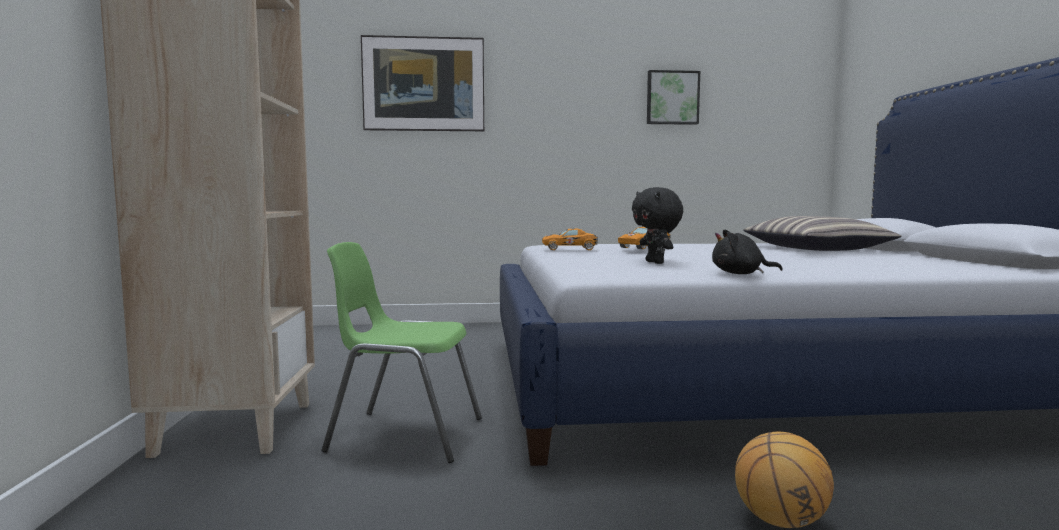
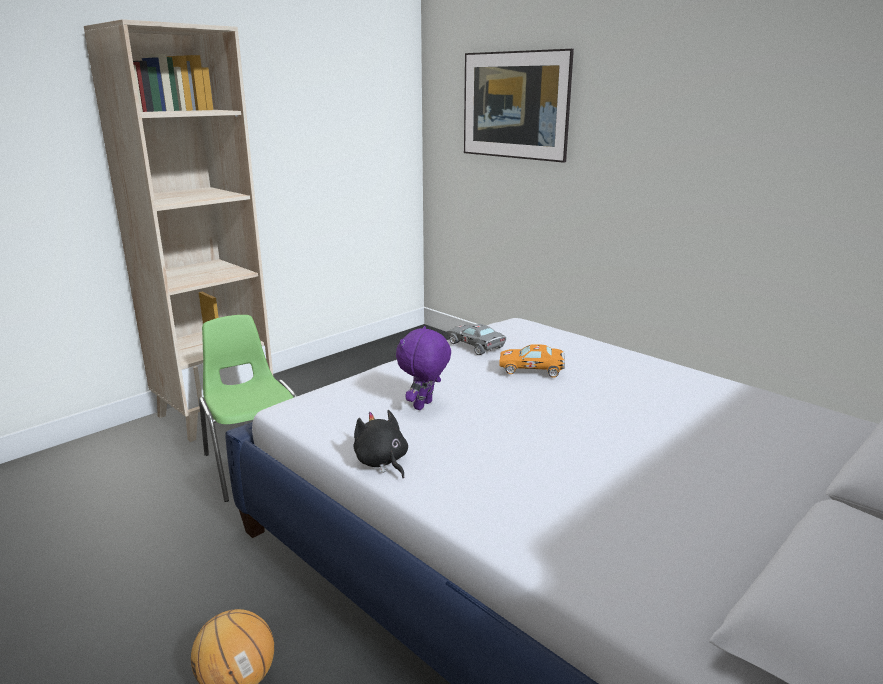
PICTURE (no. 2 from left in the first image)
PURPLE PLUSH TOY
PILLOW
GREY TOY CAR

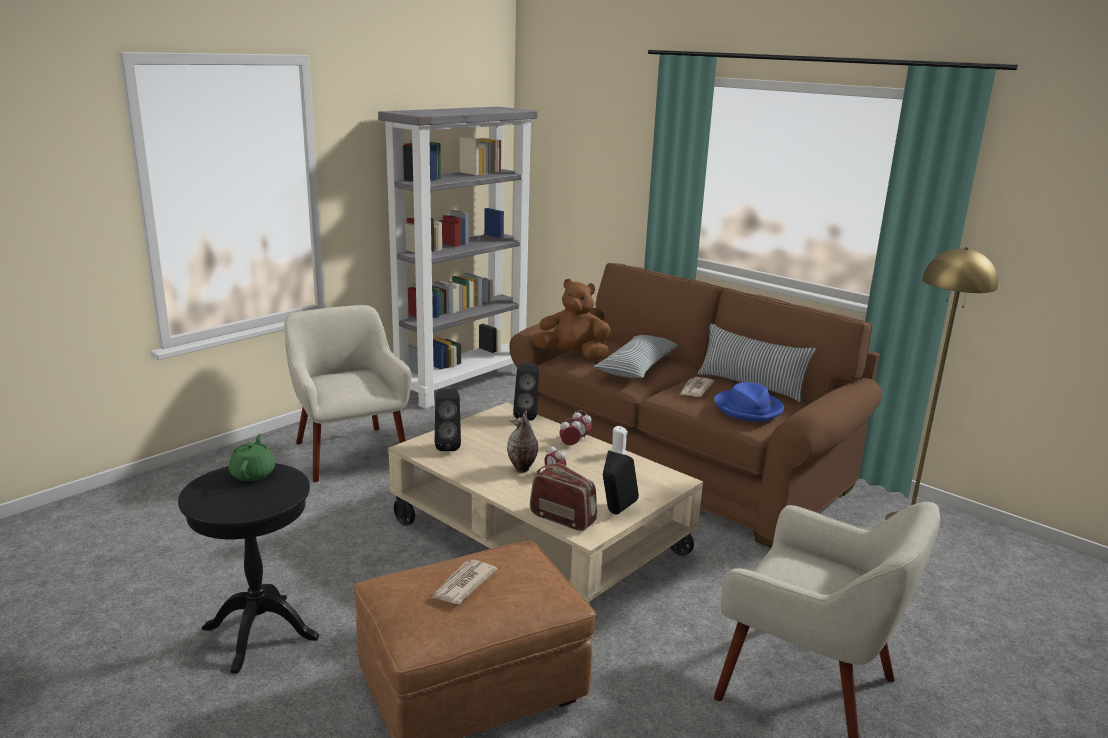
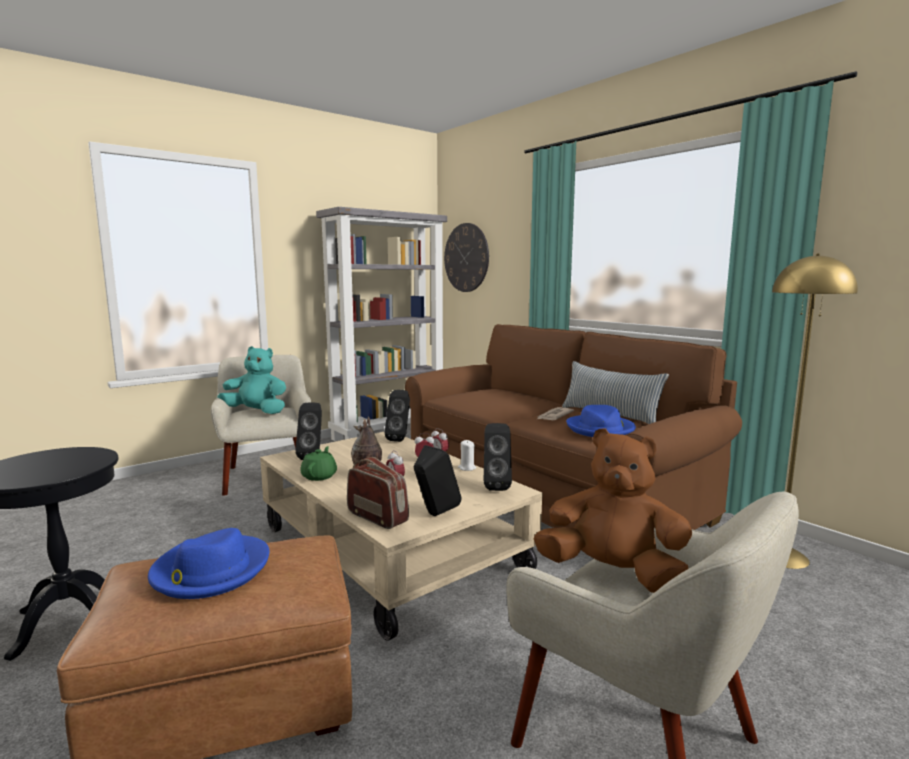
BROWN PLUSH TOY
PILLOW (no. 1 from left in the first image)
GREEN TEAPOT
BLUE HAT (no. 1 from left)
WALL CLOCK
TURQUOISE PLUSH TOY
BLACK SPEAKER (no. 4 from left)

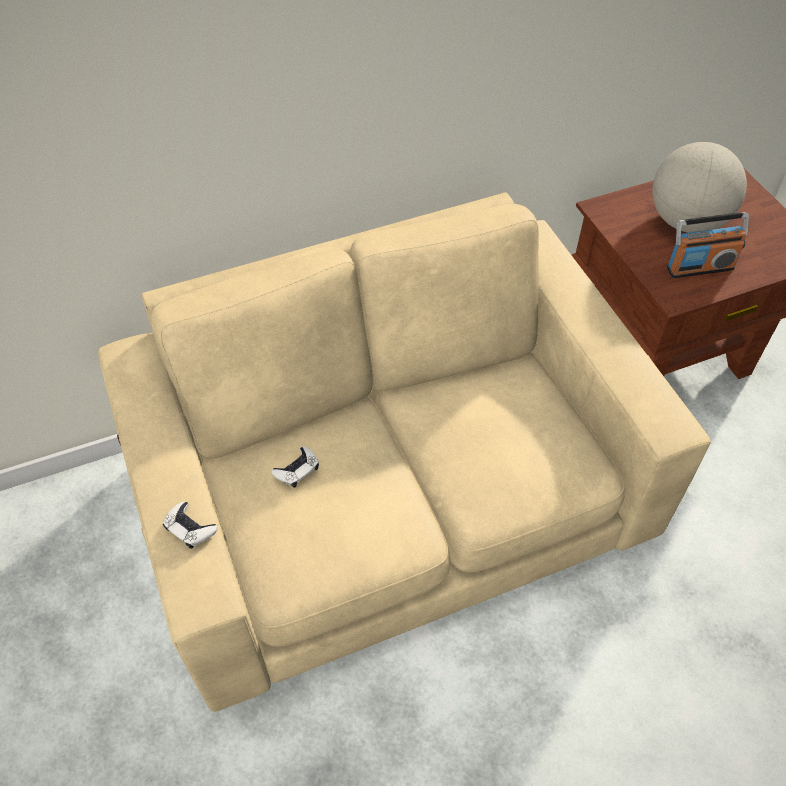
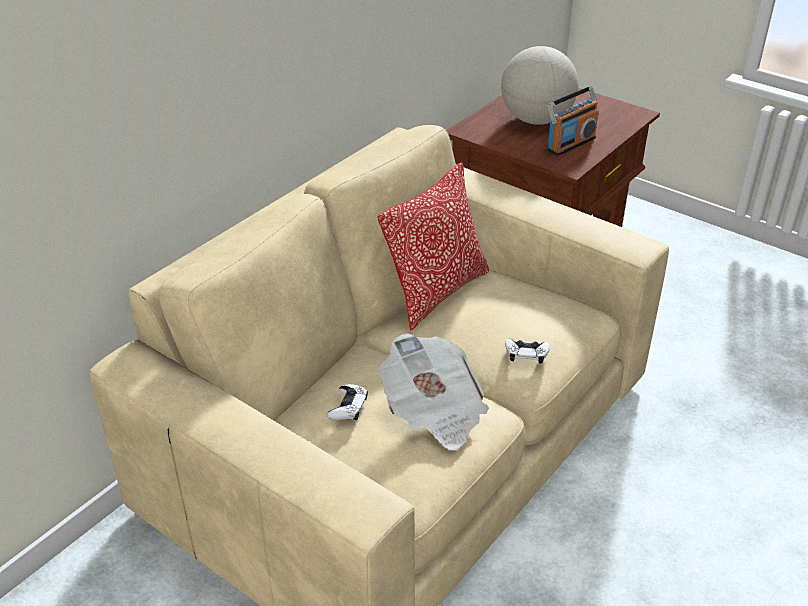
WHITE GAME CONTROLLER (no. 2 from left)
PILLOW
NEWSPAPER

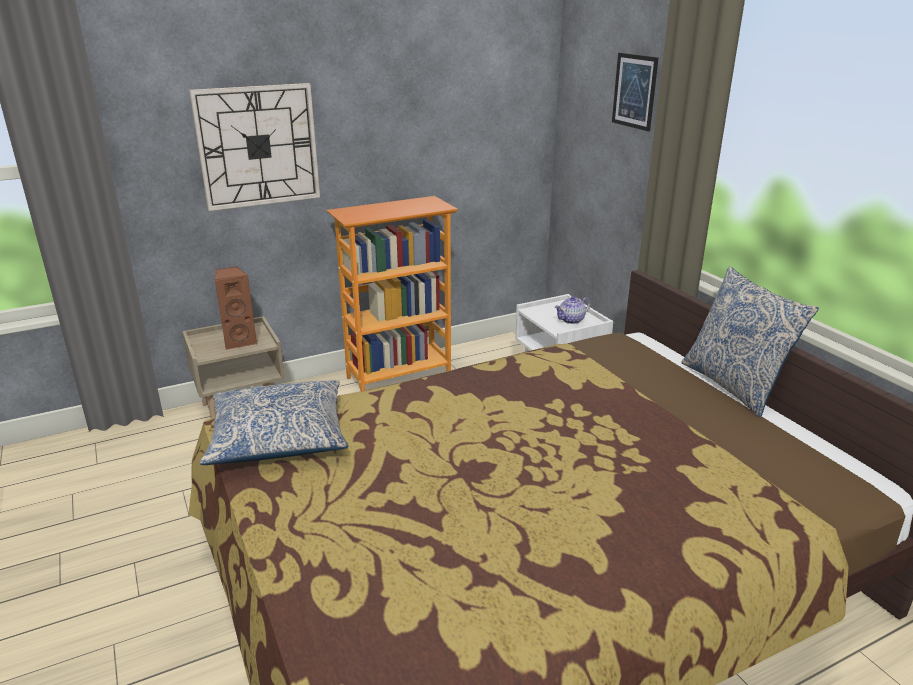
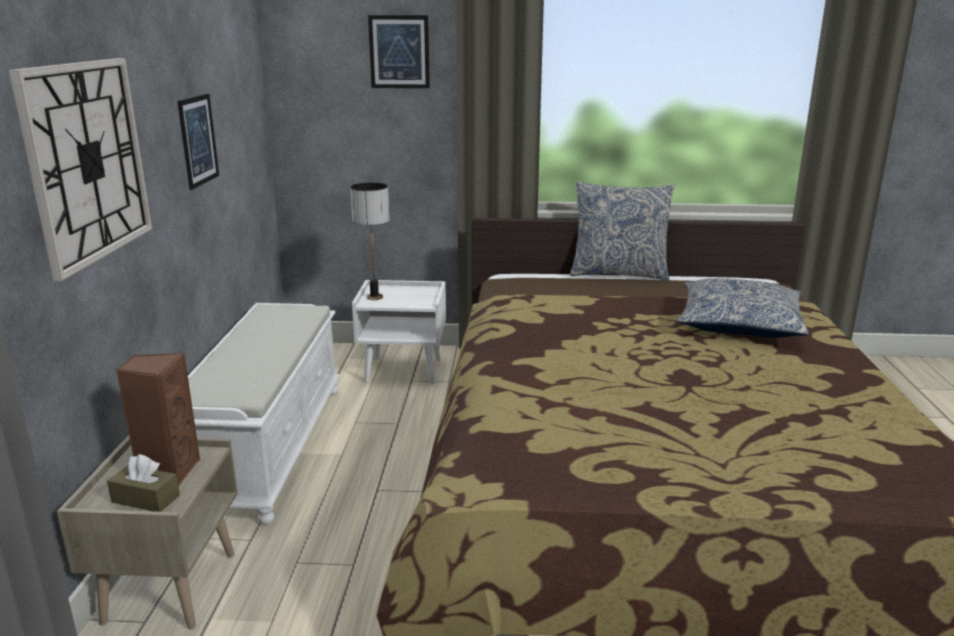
WHITE BENCH
TEAPOT
PILLOW (no. 2 from left)
PICTURE (no. 1 from left)
TABLE LAMP
BROWN TISSUE BOX

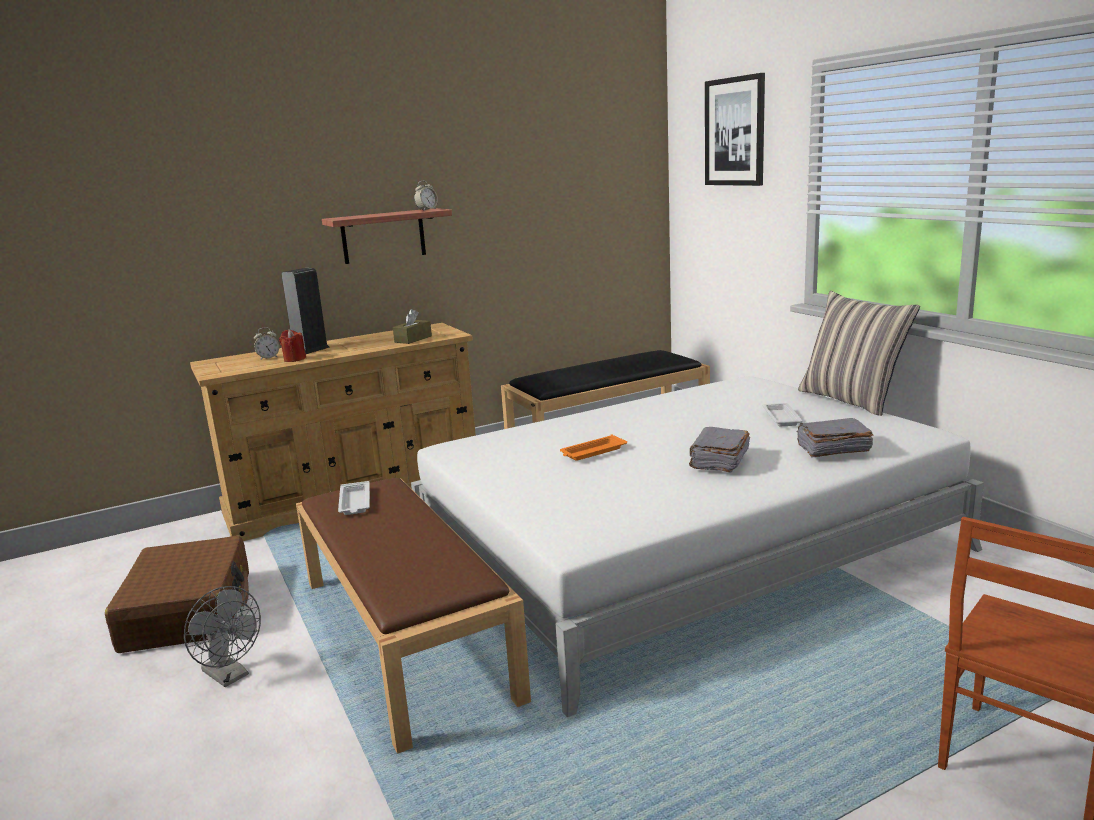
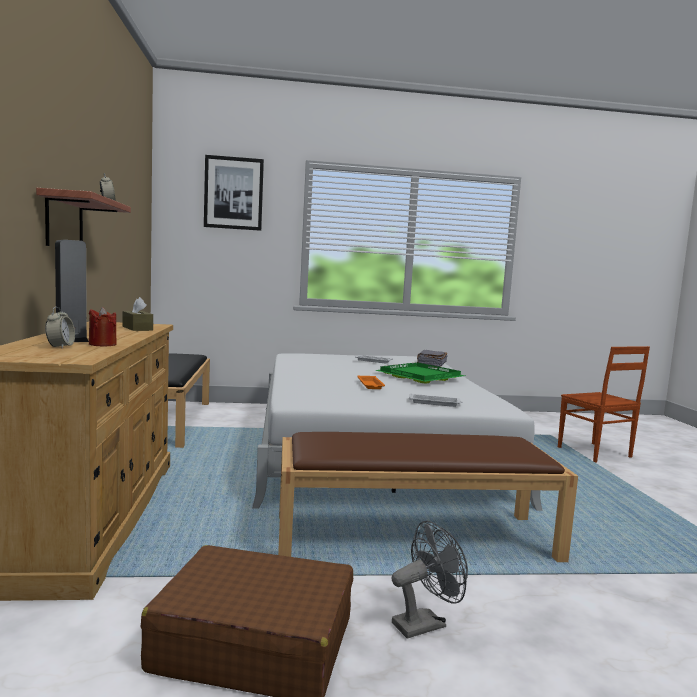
PILLOW
GREEN TRAY
WHITE TRAY (no. 2 from left)

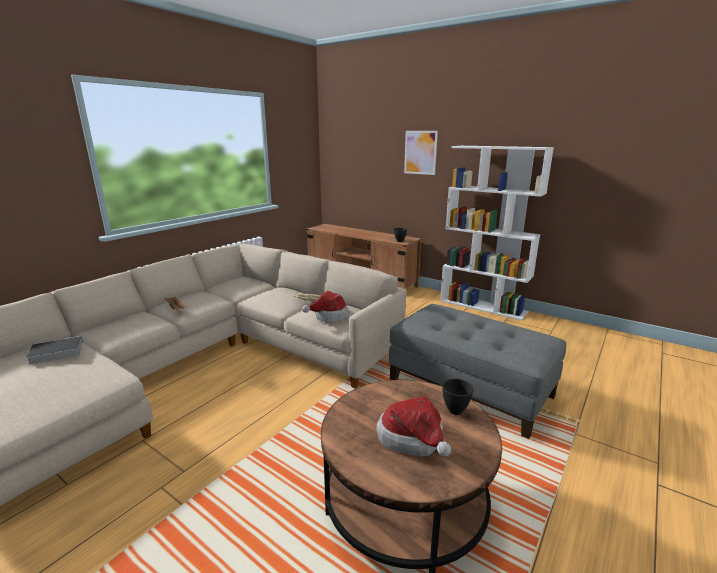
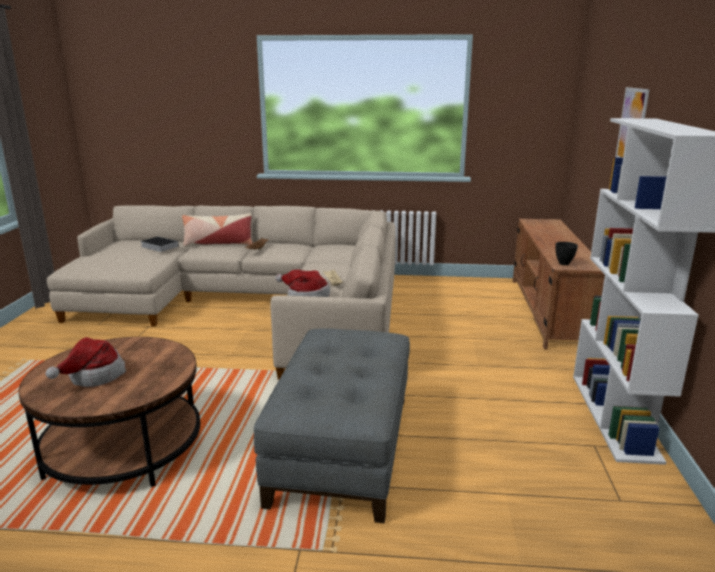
BLACK BOWL (no. 2 from left in the first image)
PILLOW

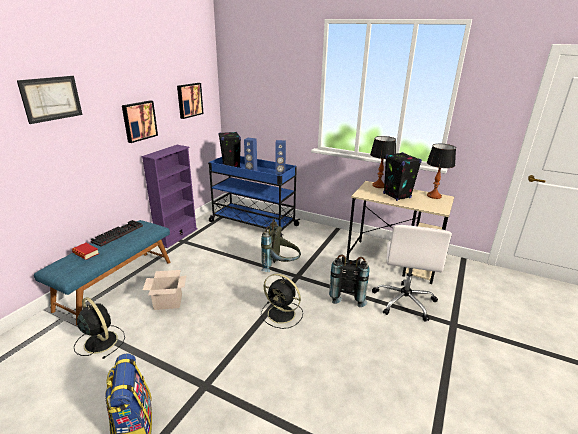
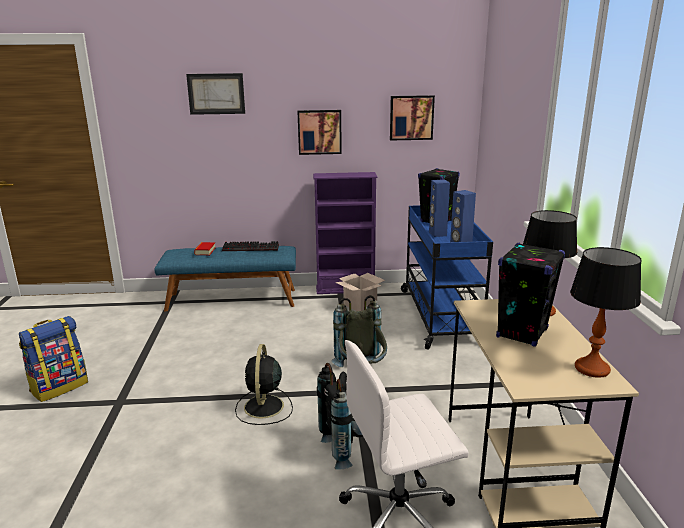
CARDBOARD BOX
BLACK FAN (no. 1 from left in the first image)

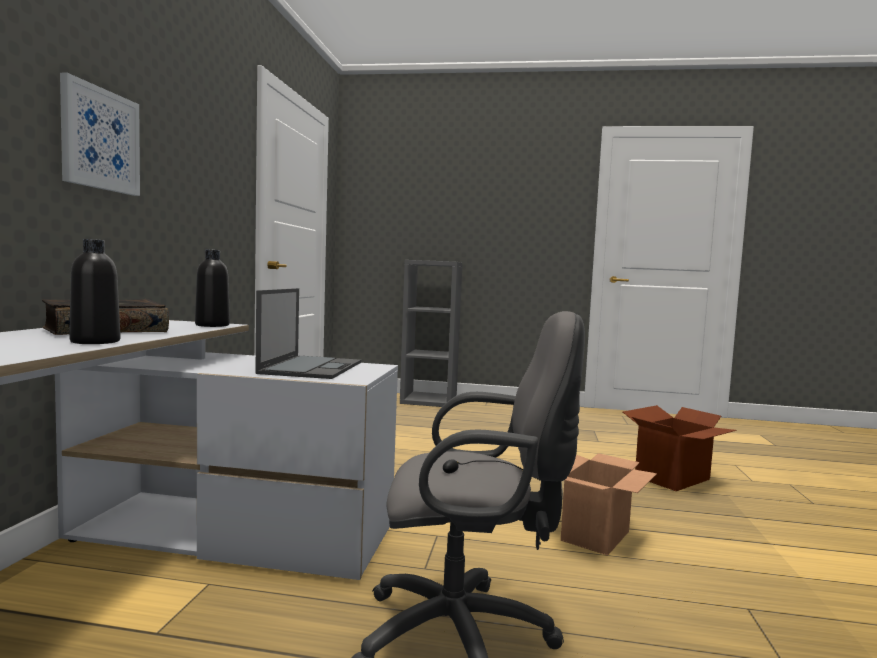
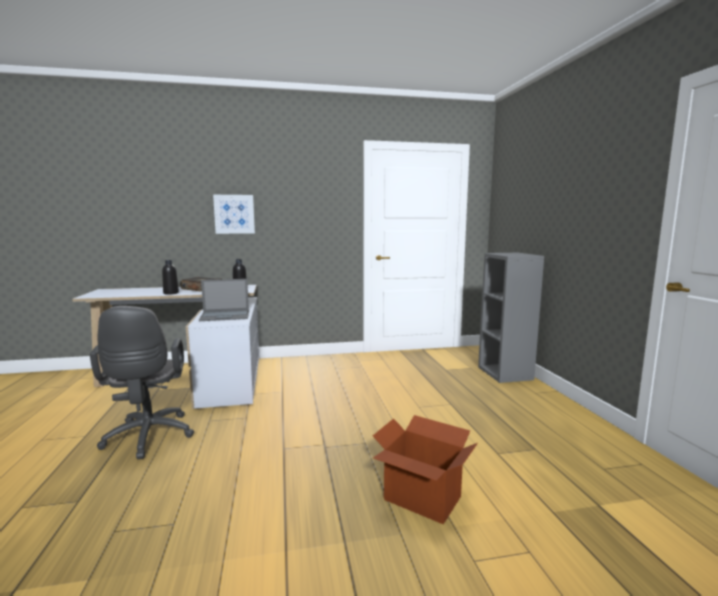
CARDBOARD BOX (no. 1 from left in the first image)

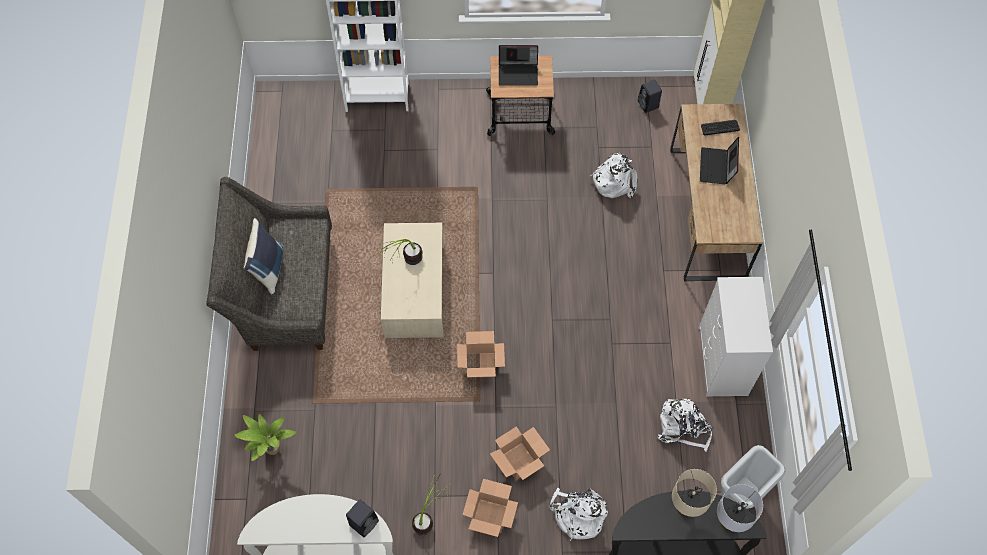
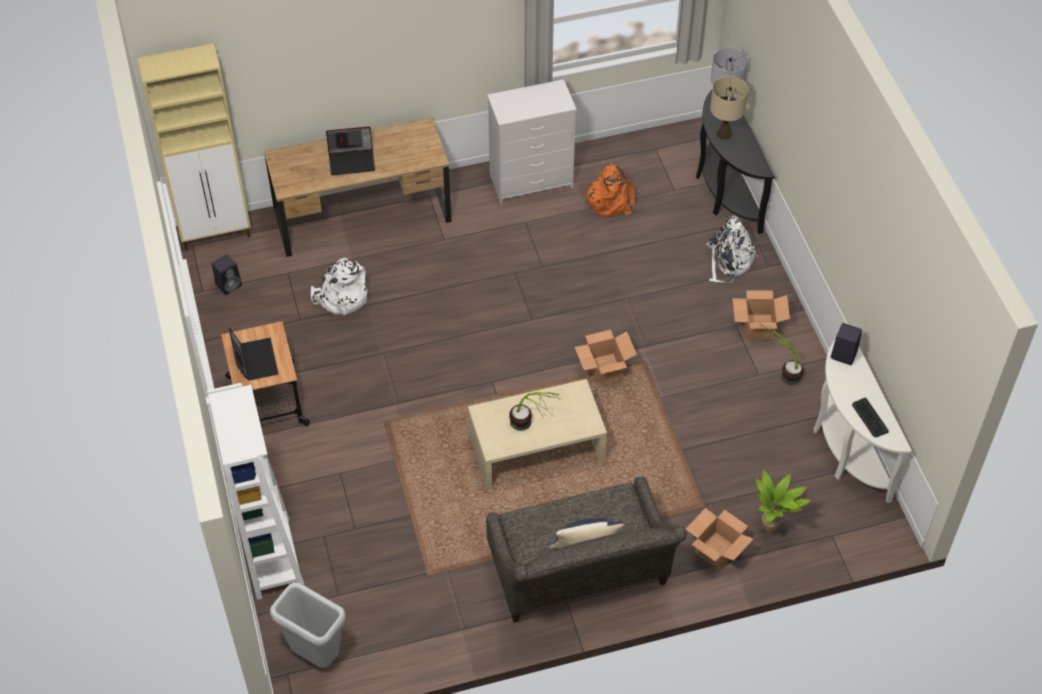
KEYBOARD
ORANGE BACKPACK
CARDBOARD BOX (no. 2 from left)
GREY TRASH CAN

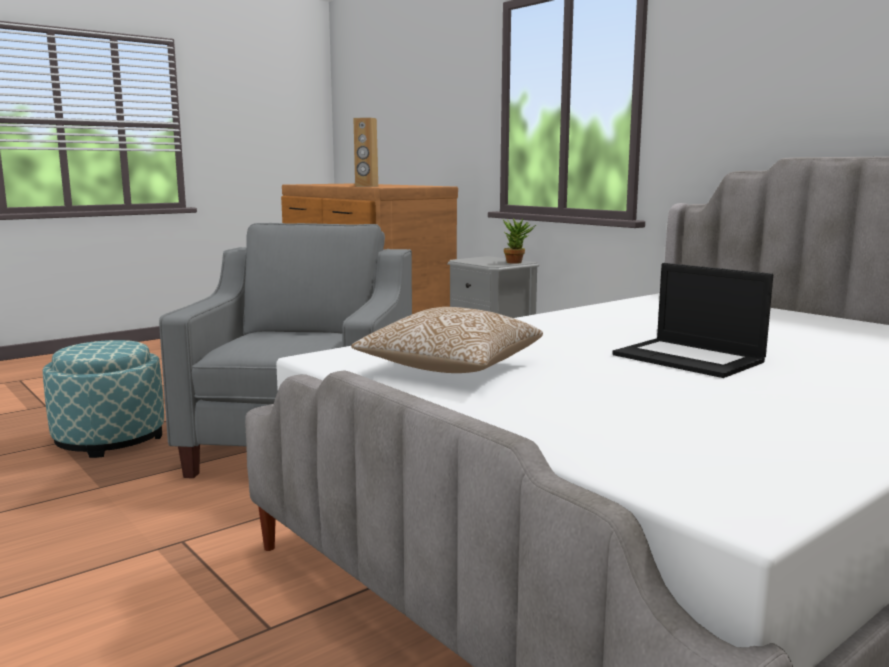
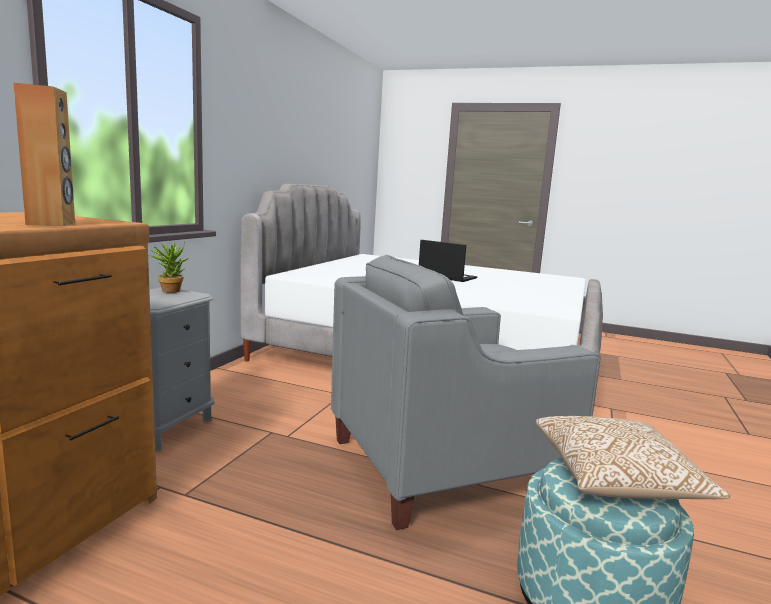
LAPTOP
PILLOW

